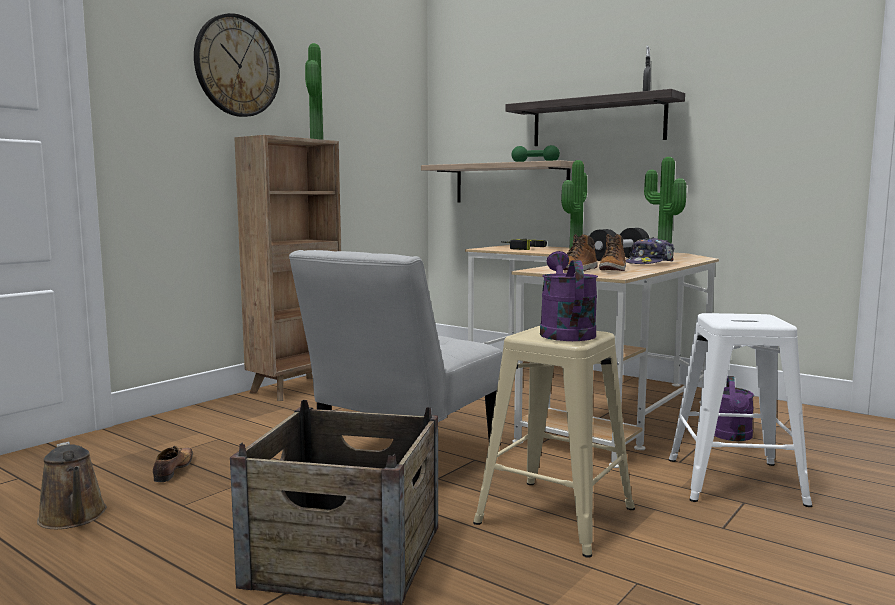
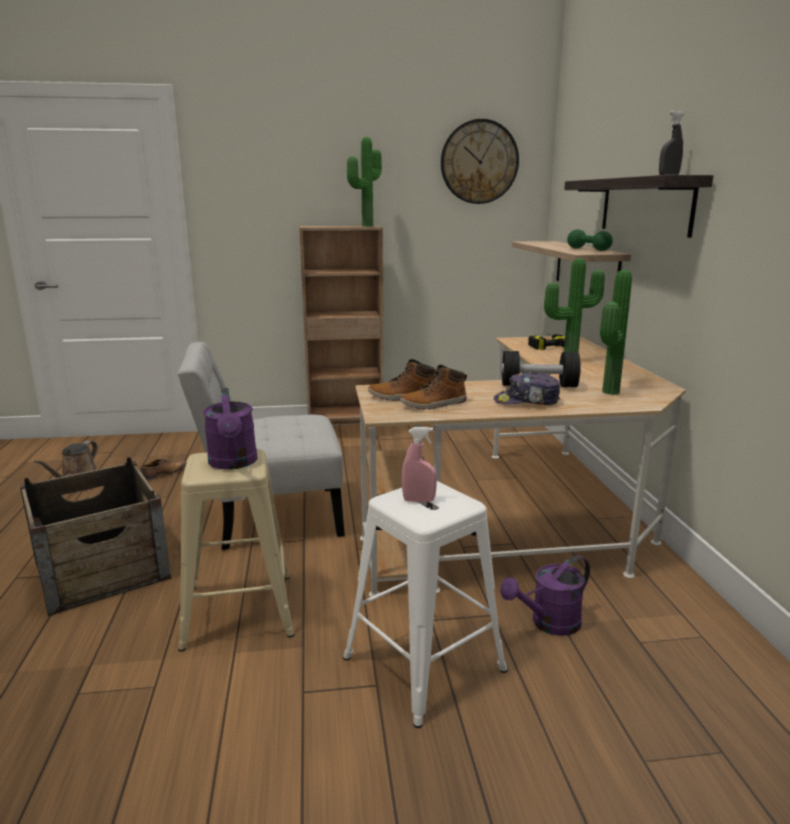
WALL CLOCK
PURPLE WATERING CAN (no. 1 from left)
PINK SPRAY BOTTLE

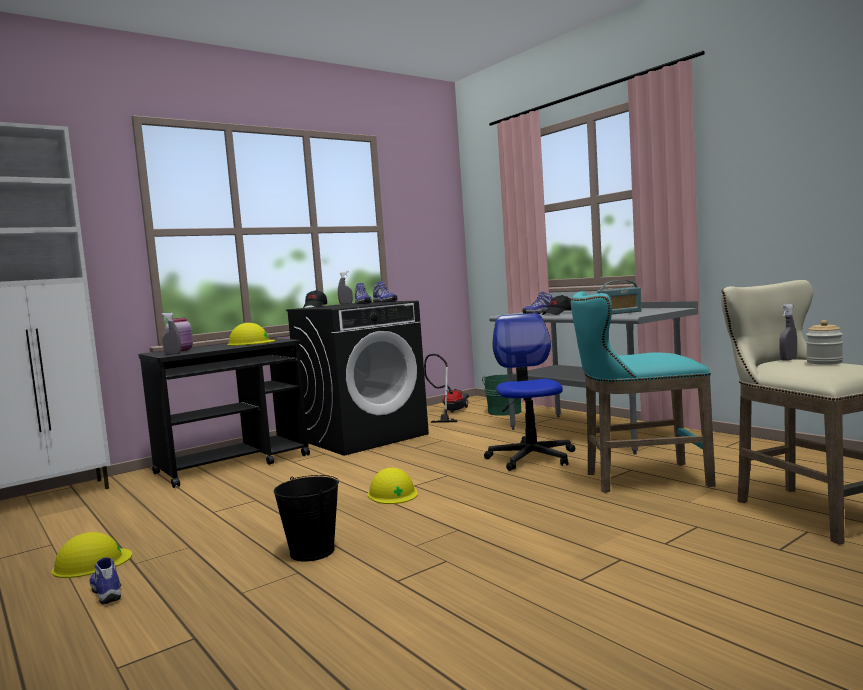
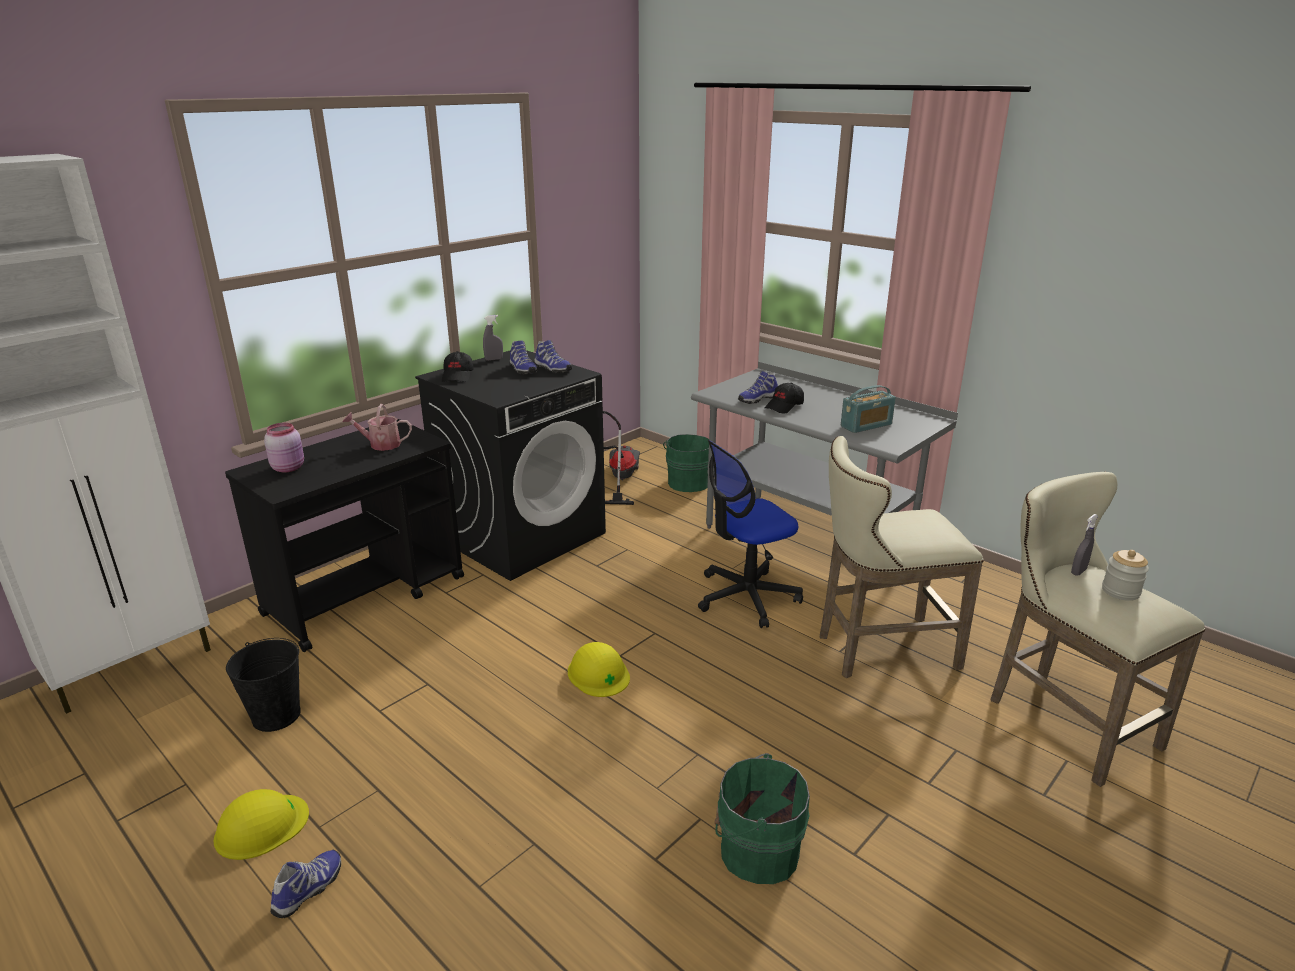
BEIGE STOOL (no. 1 from left)
GREY SPRAY BOTTLE (no. 1 from left in the first image)
OFFICE CHAIR
WATERING CAN
BLACK BUCKET
SHOE (no. 1 from left)
GREEN BUCKET (no. 2 from left)

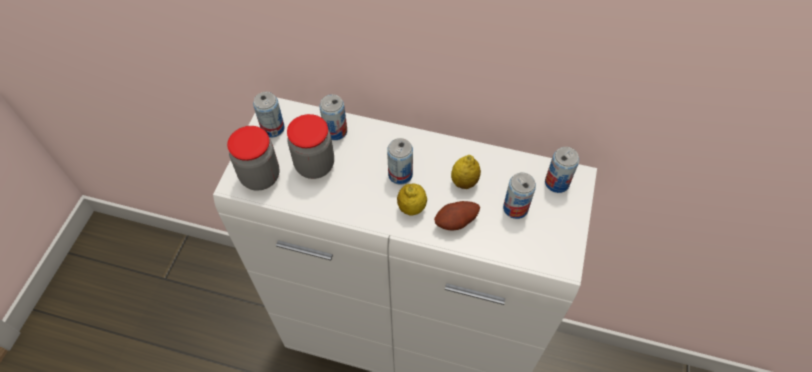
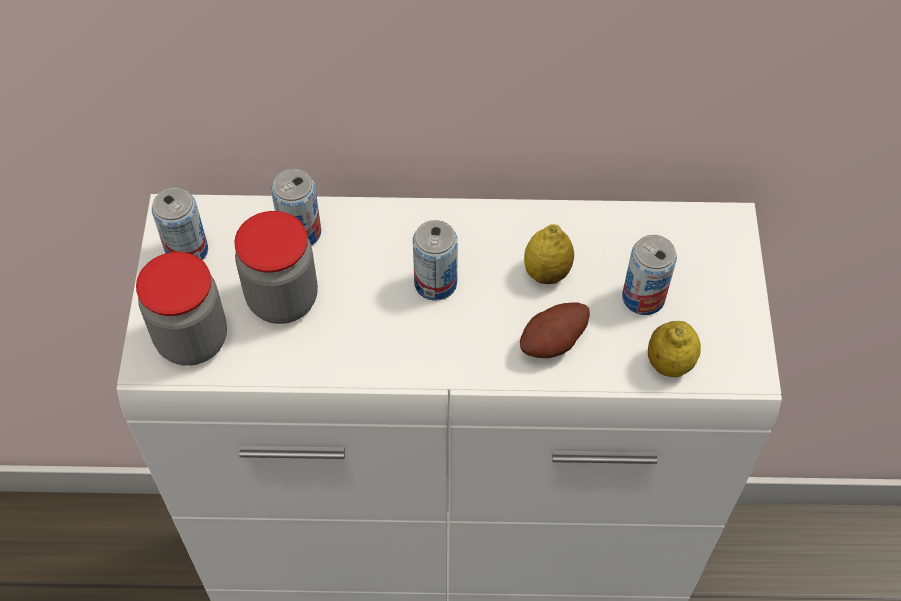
CAN (no. 5 from left in the first image)
LEMON (no. 2 from left)

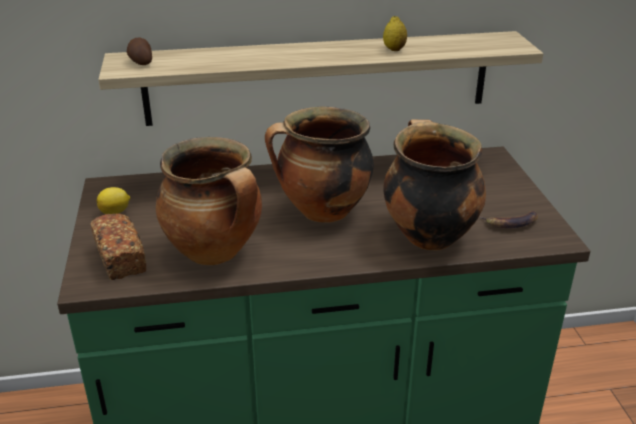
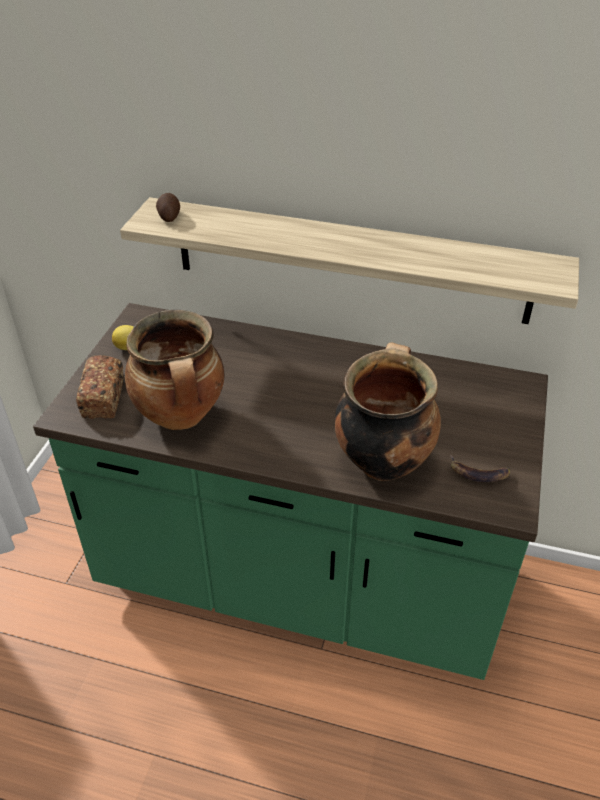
LEMON (no. 2 from left in the first image)
COOKING POT (no. 2 from left in the first image)

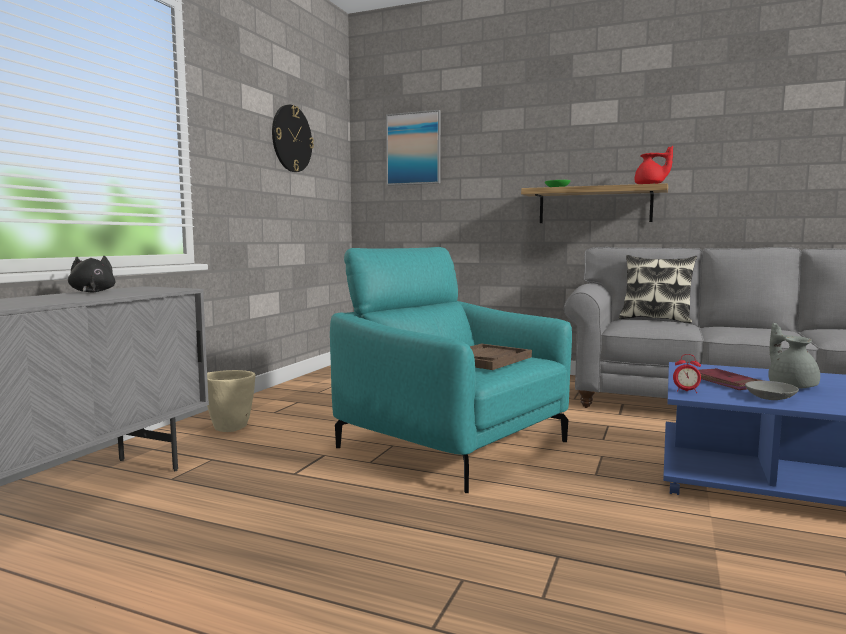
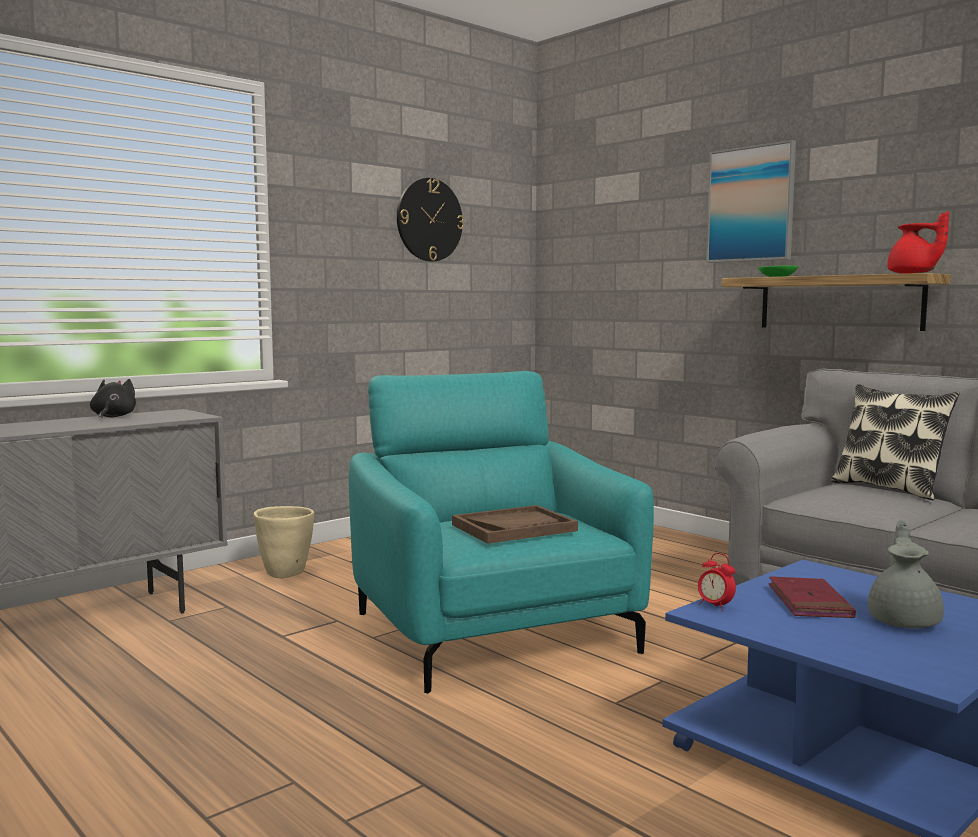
PICTURE
GREY BOWL

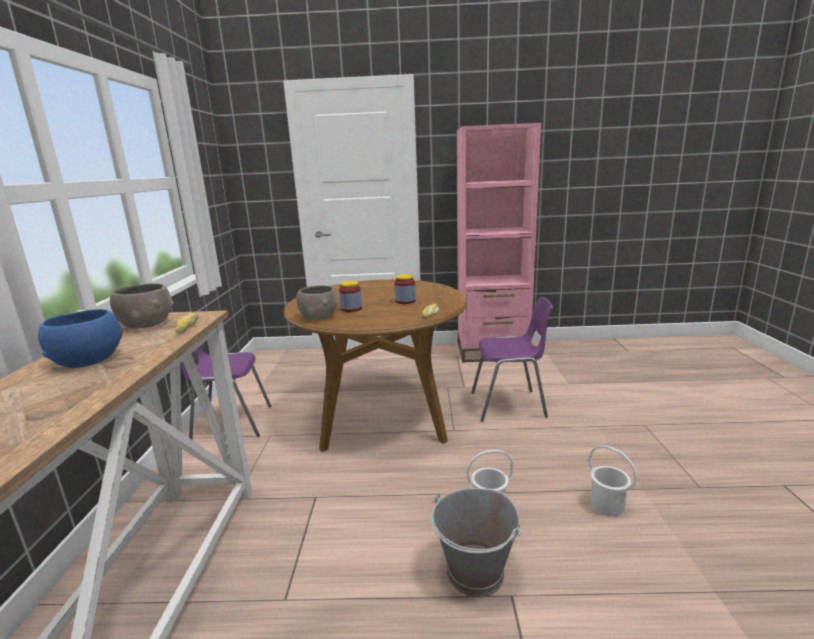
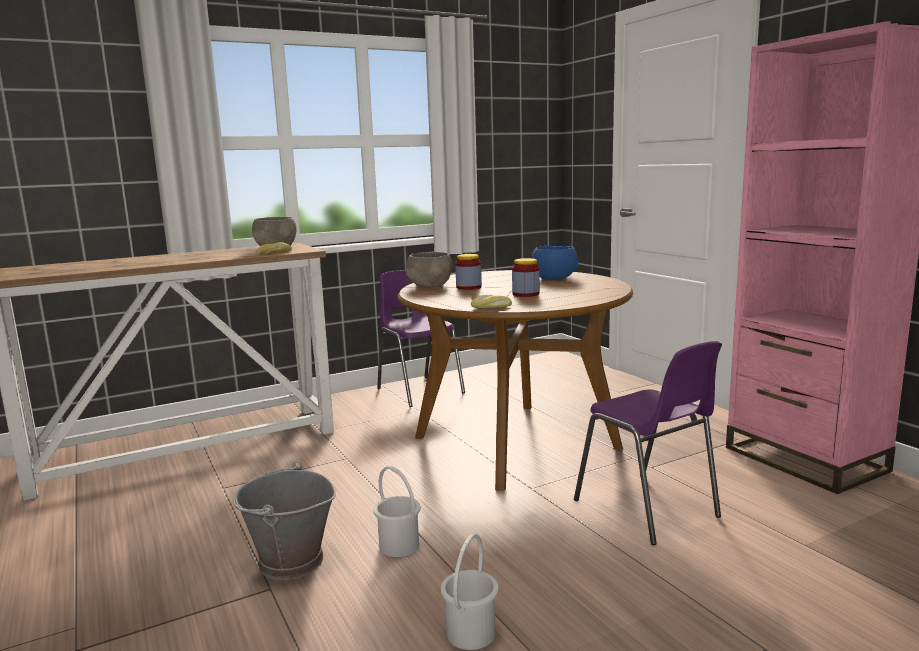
BLUE BOWL

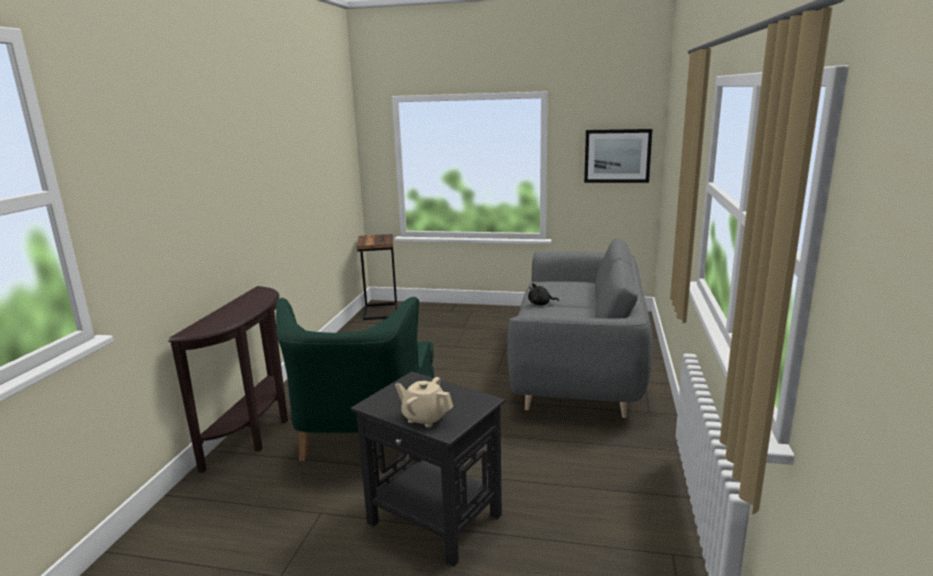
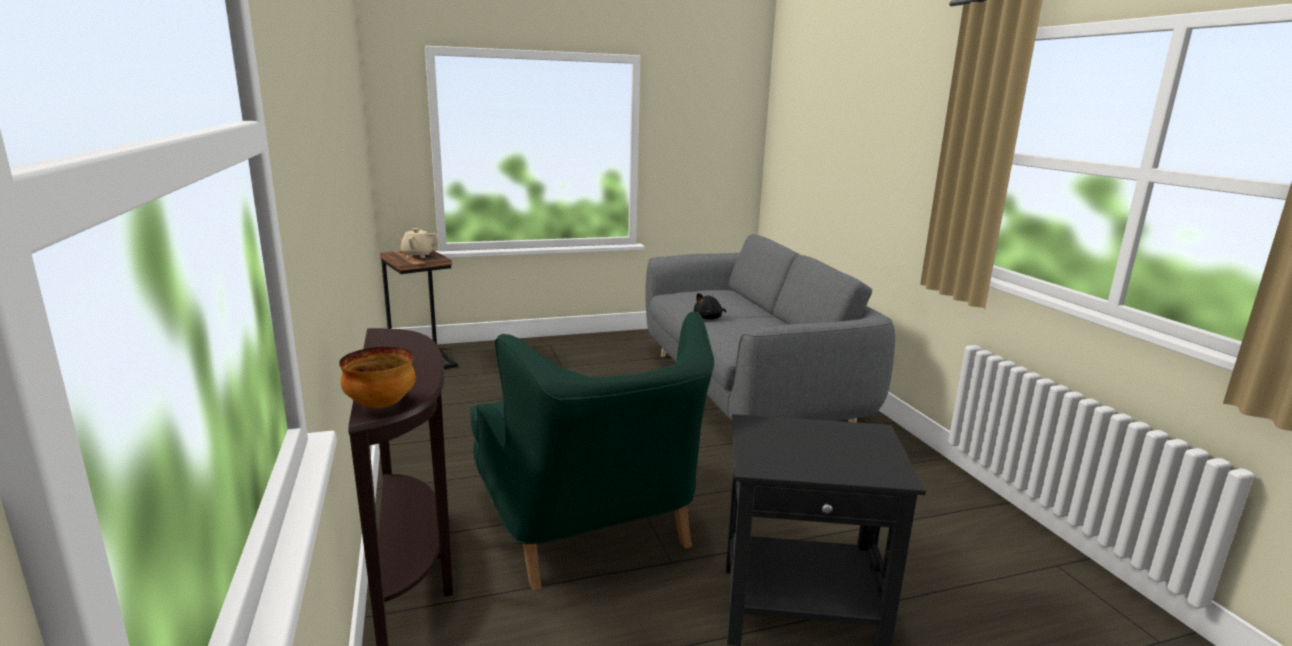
PICTURE
BEIGE TEAPOT
BOWL

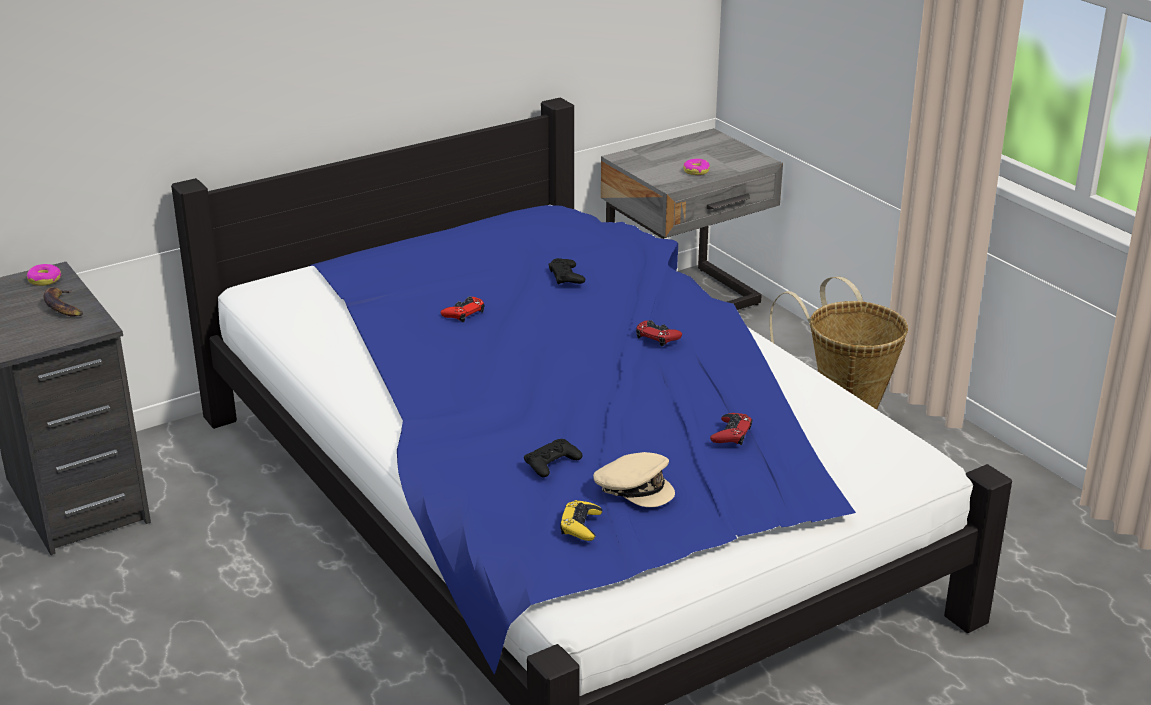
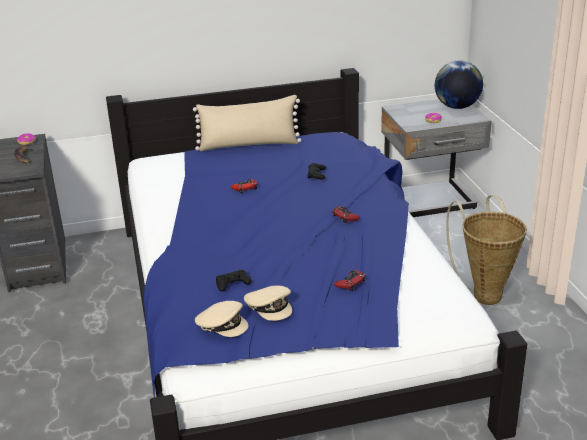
BEIGE CAP (no. 1 from left)
GLOBE
BEIGE PILLOW

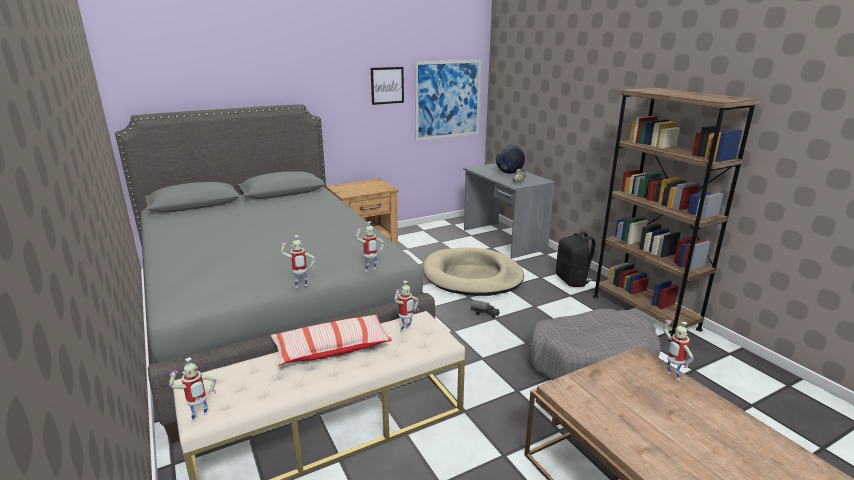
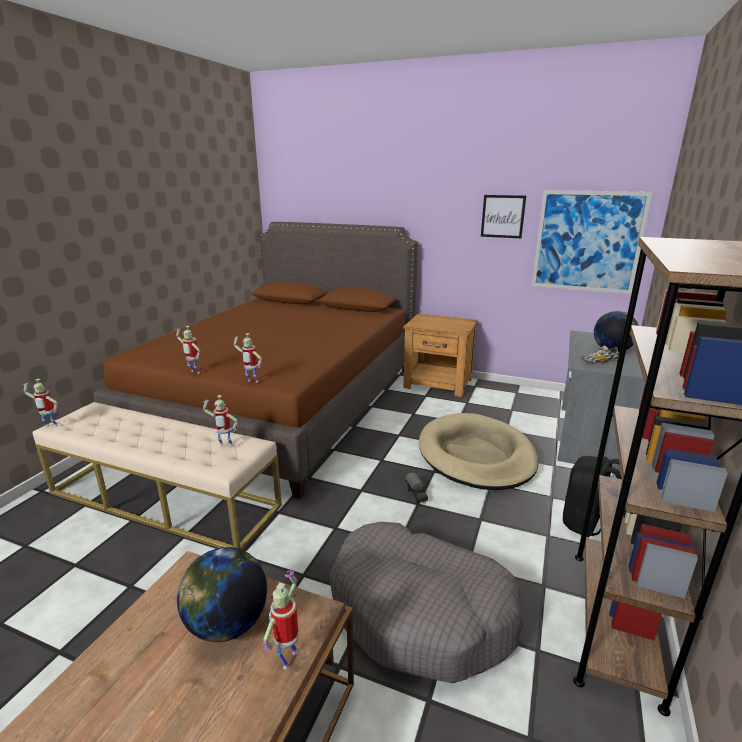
BROWN BED
PILLOW
GLOBE (no. 1 from left)

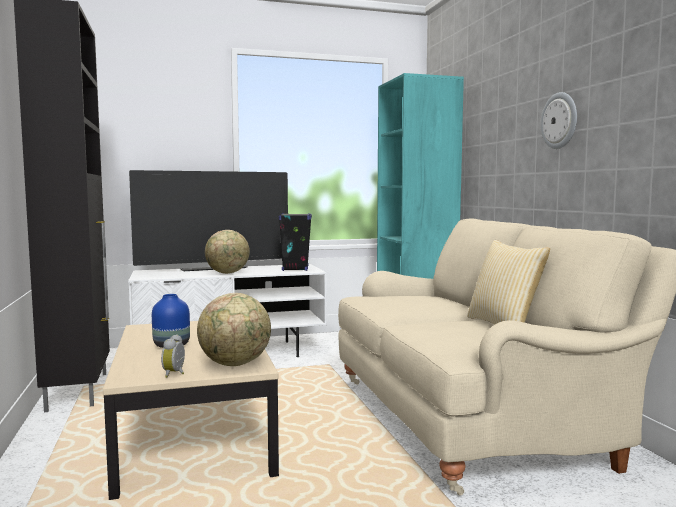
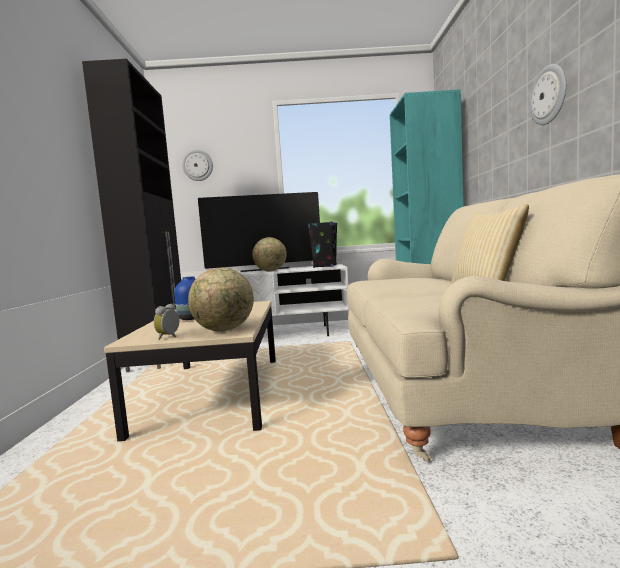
WALL CLOCK (no. 1 from left)

